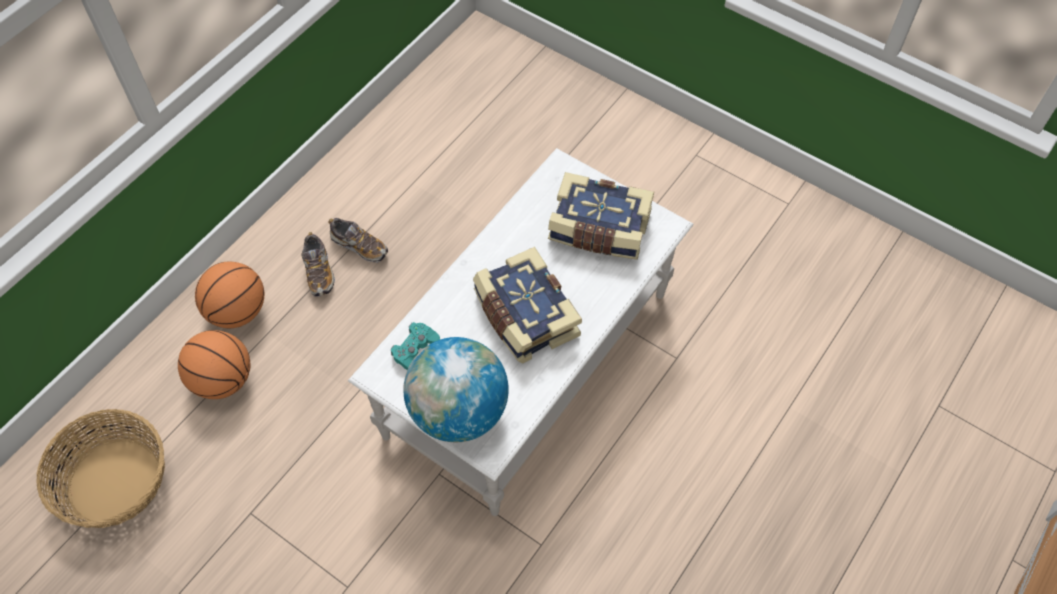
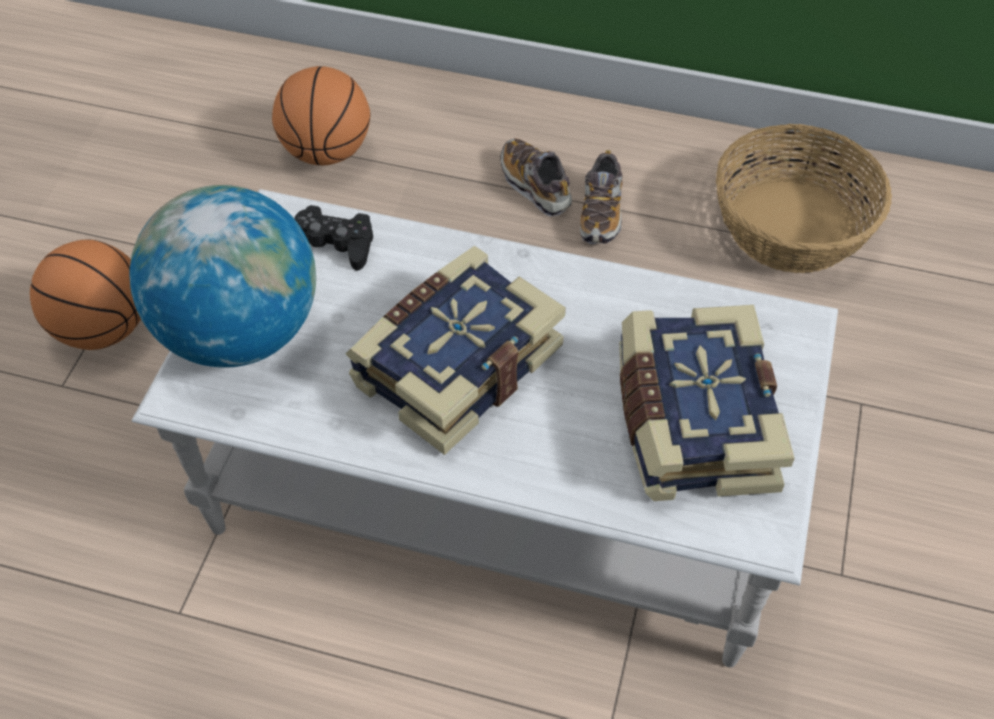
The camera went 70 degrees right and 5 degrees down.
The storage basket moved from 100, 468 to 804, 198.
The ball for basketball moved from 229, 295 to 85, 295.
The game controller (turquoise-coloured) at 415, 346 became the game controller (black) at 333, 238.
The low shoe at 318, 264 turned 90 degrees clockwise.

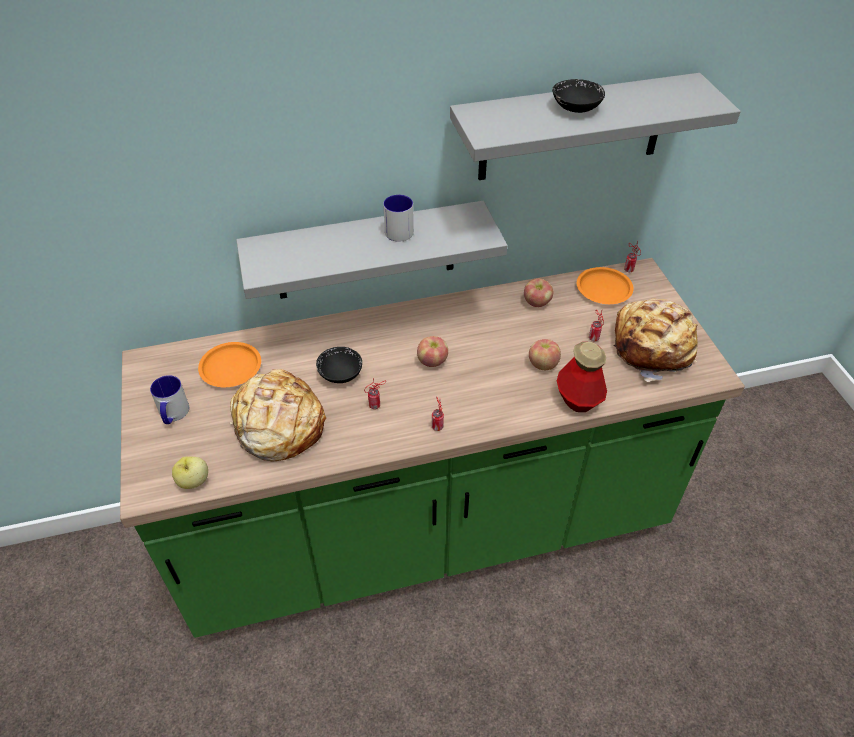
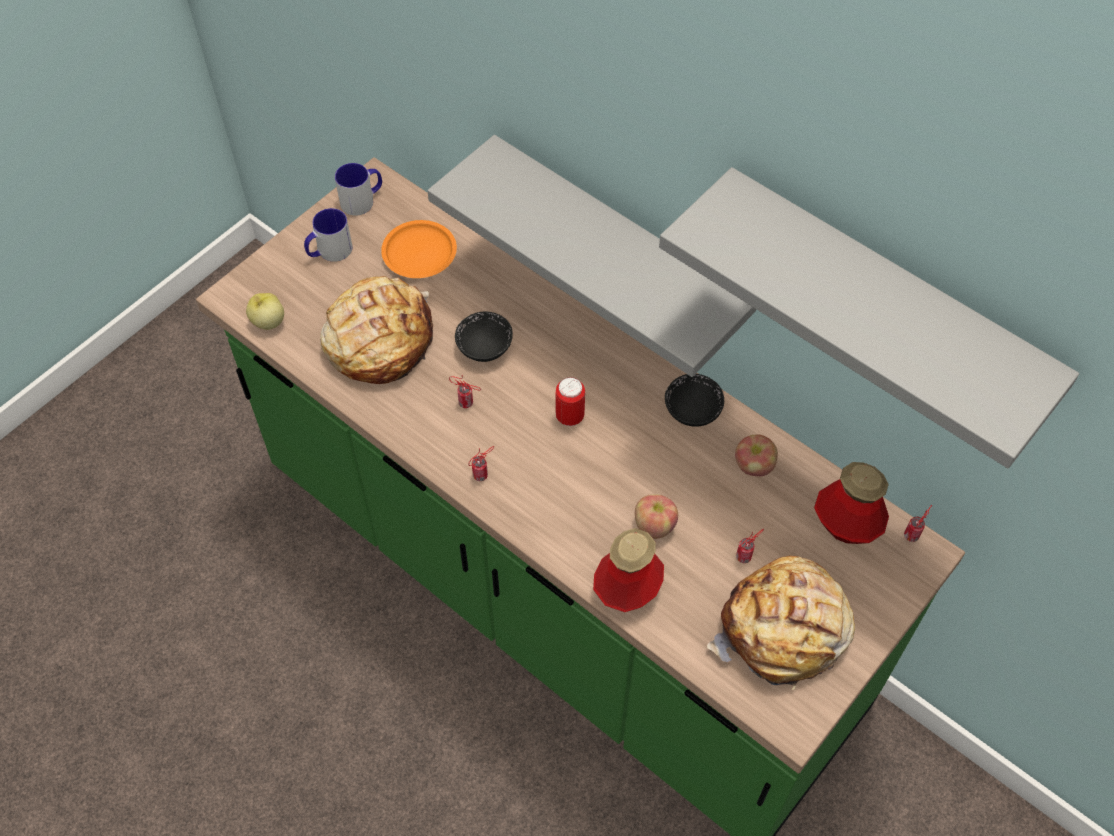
The camera went 55 degrees right and 10 degrees up.
The coffee mug moved from 398, 218 to 358, 189.
The serving bowl (black) moved from 578, 96 to 694, 400.
The apple fruit at 432, 351 was replaced by the can at 570, 401.
The plate (orangey) at 605, 285 was replaced by the drink bottle at 851, 503.

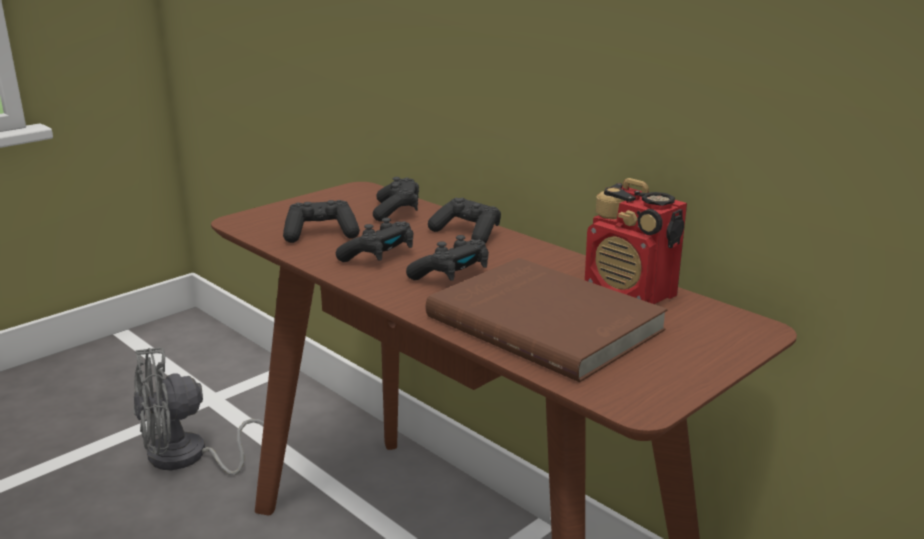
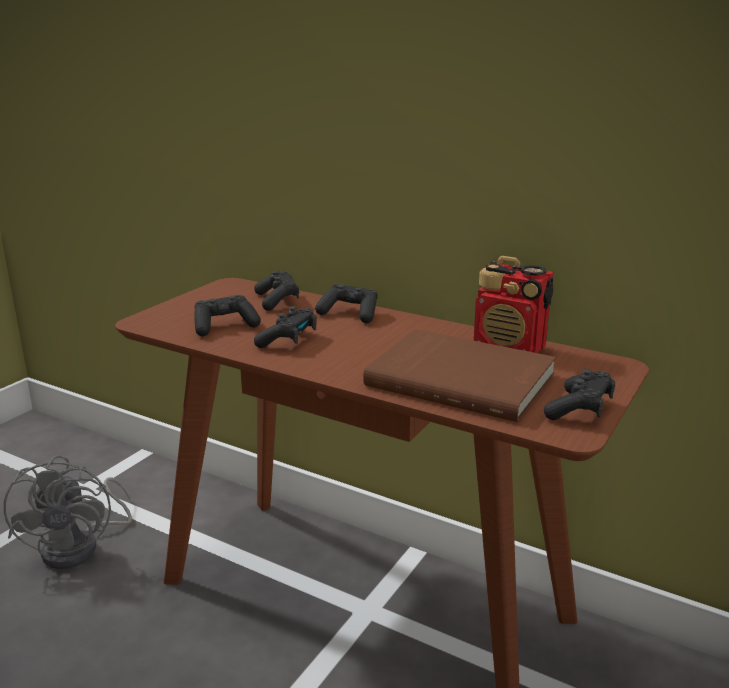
The camera went 15 degrees left and 0 degrees up.
The game controller (black) moved from 447, 258 to 579, 394.
The cooling fan (gray) at 199, 411 turned 60 degrees counterclockwise.

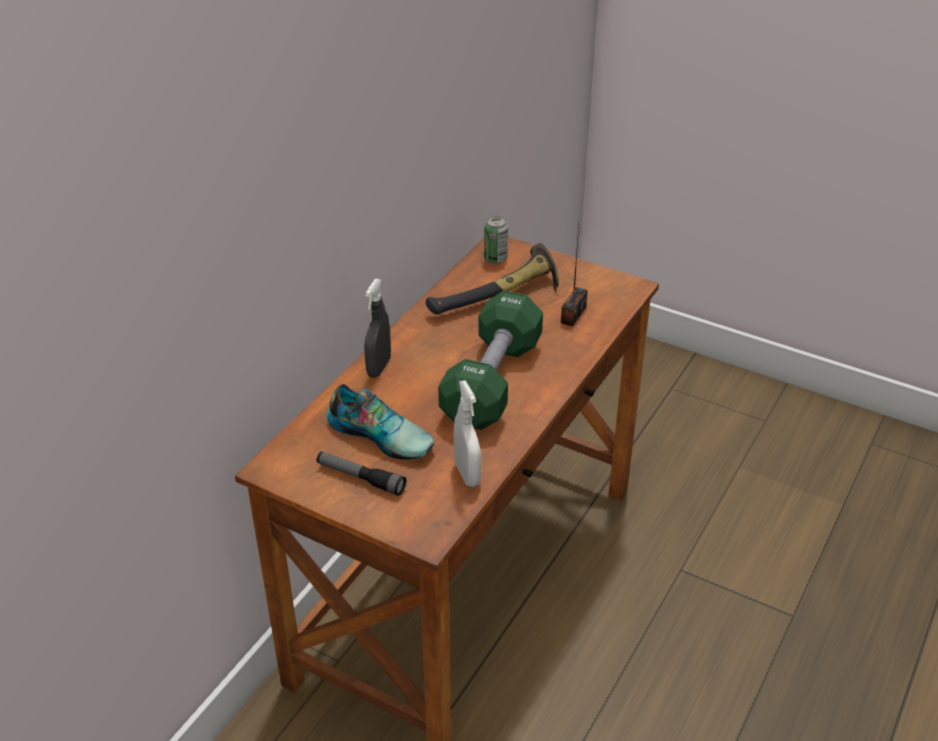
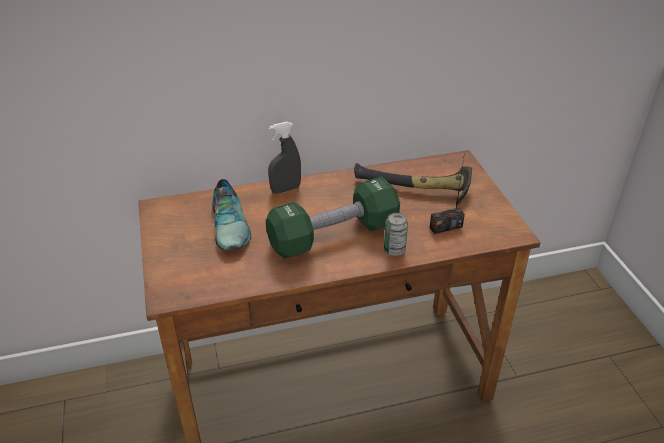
The camera went 45 degrees right and 0 degrees up.
The flashlight at 361, 474 disappeared.
The sprayer (white-coloured) at 467, 433 disappeared.
The can moved from 496, 240 to 396, 234.

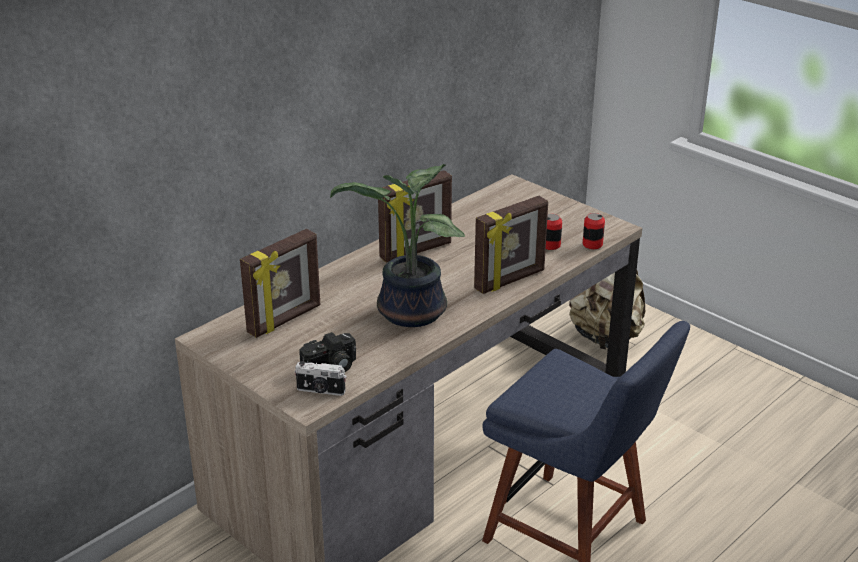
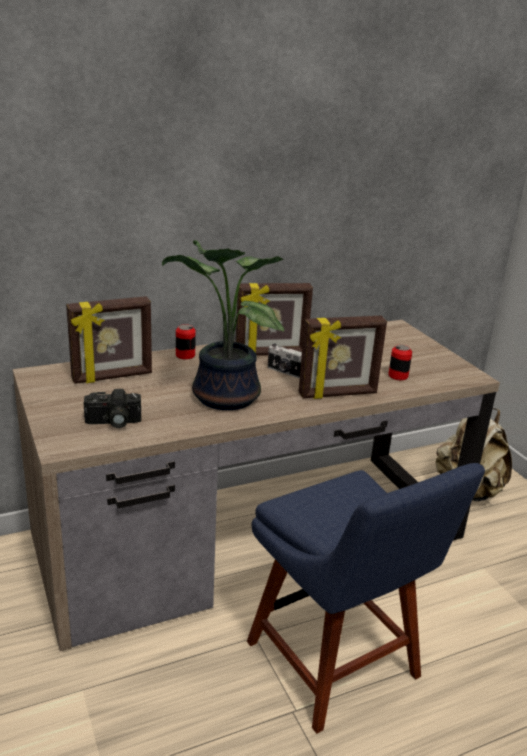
The camera went 20 degrees right and 5 degrees down.
The still camera moved from 320, 378 to 285, 361.
The can moved from 594, 231 to 186, 341.

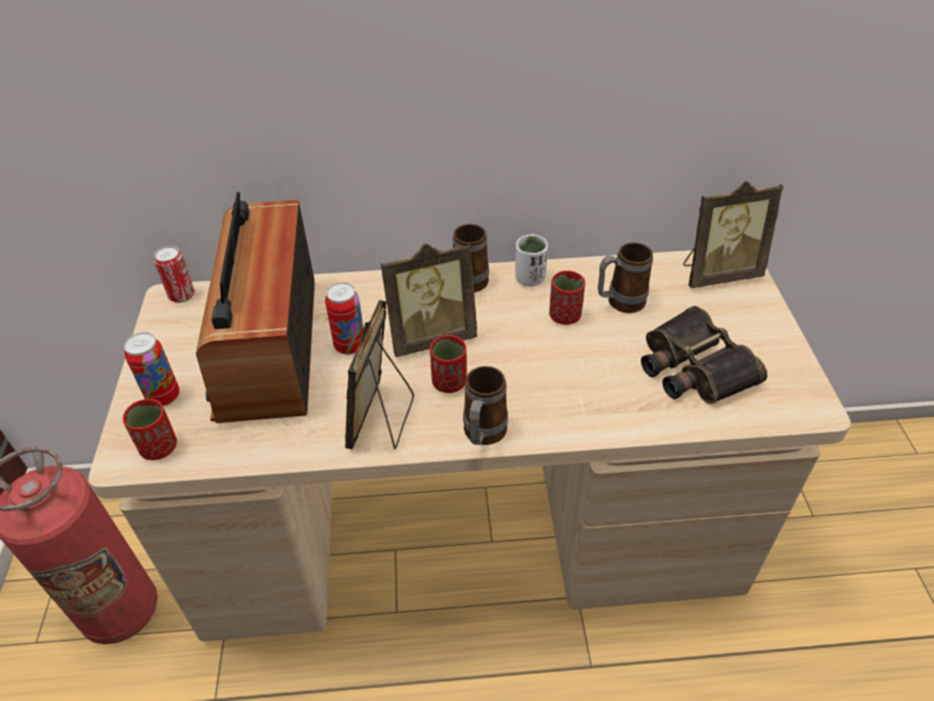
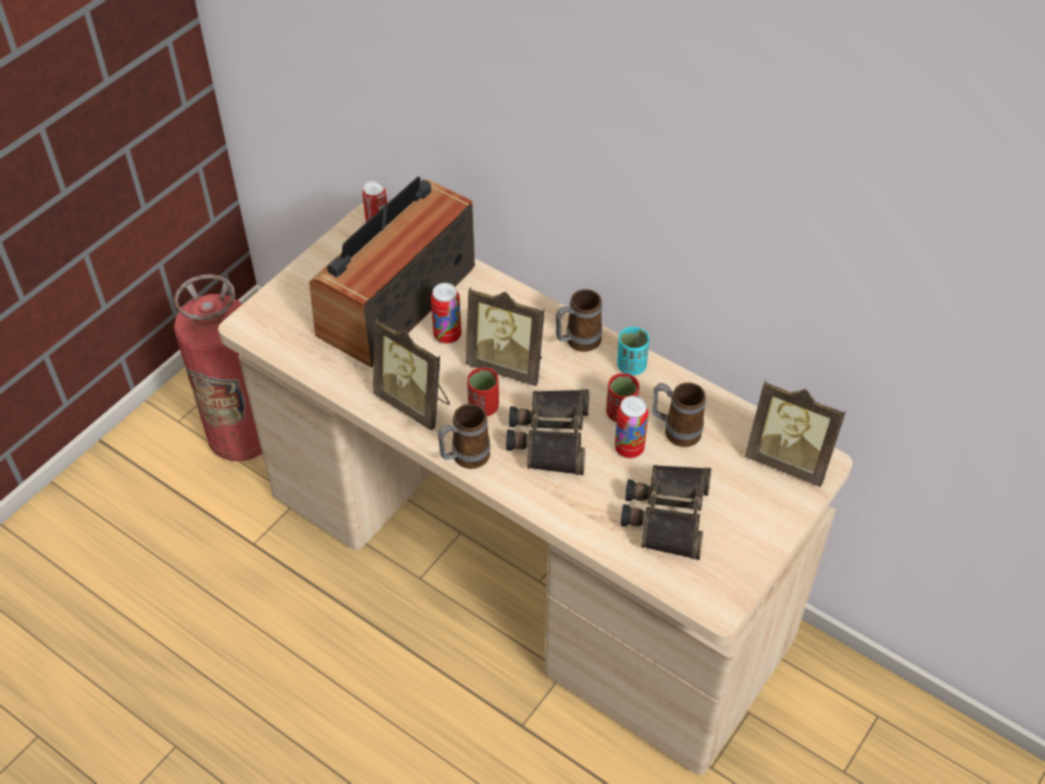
The camera went 40 degrees right and 5 degrees up.
The cup (red-coloured) at 150, 429 disappeared.
The binoculars at 547, 432 appeared.
The can moved from 152, 369 to 632, 427.
The cup (white-coloured) at 531, 260 became the cup (turquoise-coloured) at 633, 351.
The standing frame at 379, 374 turned 105 degrees counterclockwise.

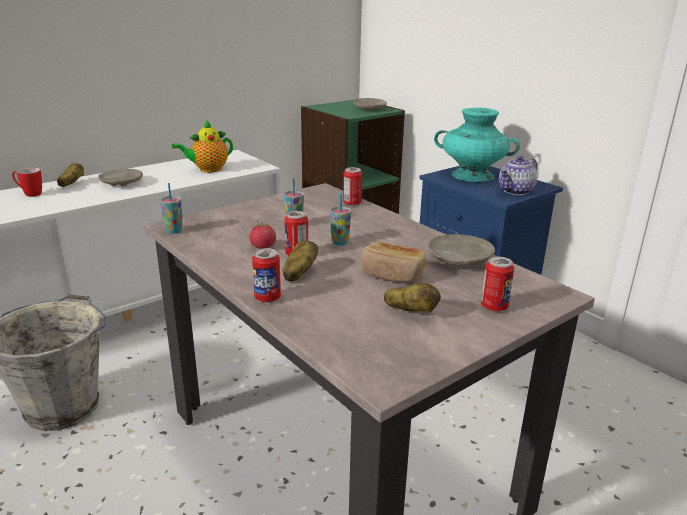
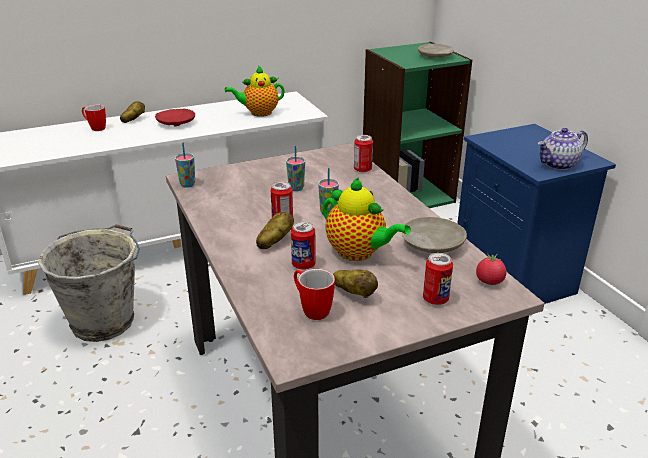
The camera went 15 degrees right and 5 degrees up.
The vase (turquoise-coloured) at 477, 145 disappeared.
The coffee mug at 314, 294 appeared.
The tomato moved from 262, 234 to 491, 268.
The can moved from 266, 275 to 303, 245.
The baked bread at 393, 262 was replaced by the teapot at 367, 219.
The plate (beige-coloured) at 120, 178 became the plate (red-coloured) at 175, 118.

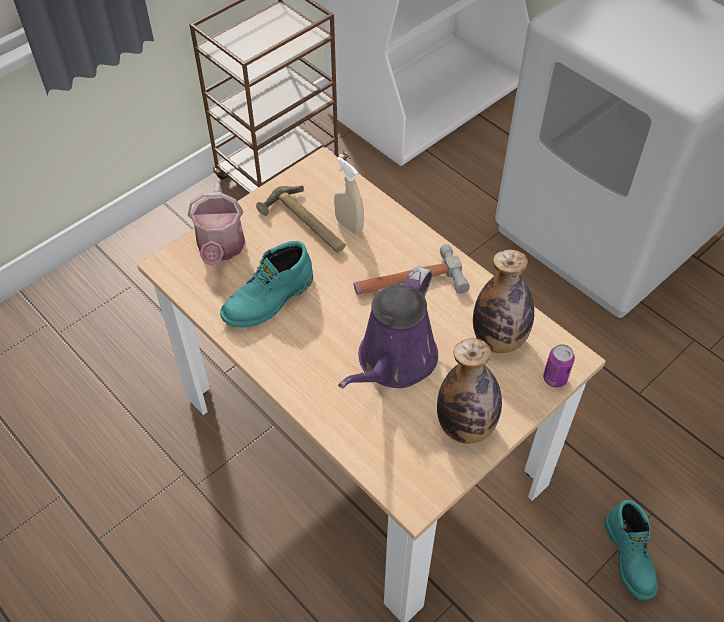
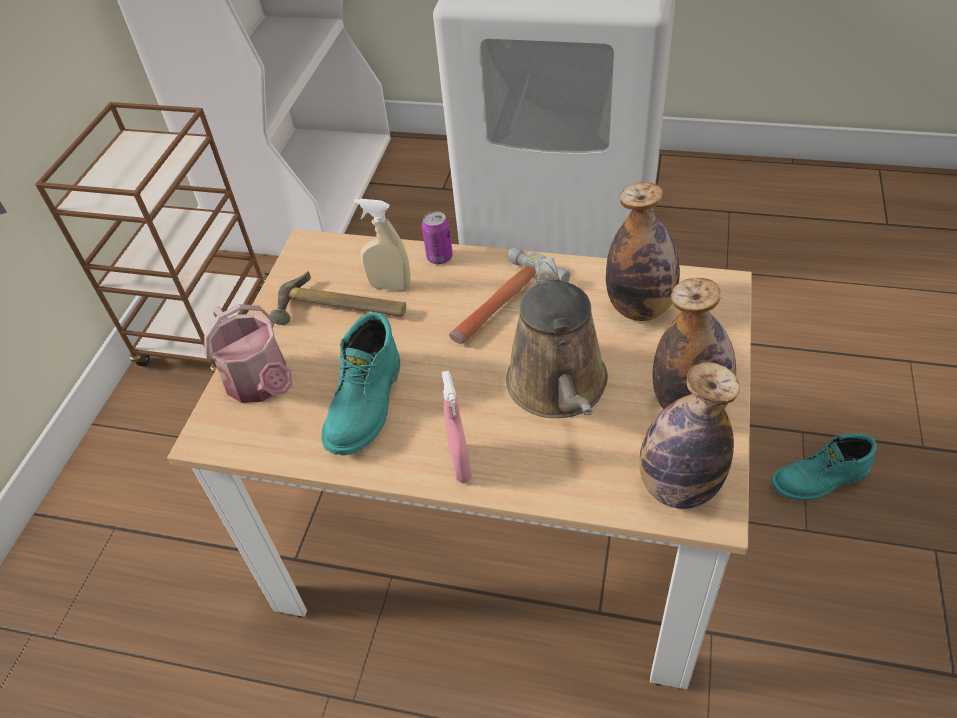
The camera went 30 degrees left and 5 degrees down.
The sprayer (pink) at 457, 427 appeared.
The drink bottle at 689, 435 appeared.
The can moved from 559, 366 to 437, 237.
The sprinkling can (purplish) at 388, 327 became the sprinkling can (brownish) at 557, 337.
The high-top boot (turquoise-coloured) at 631, 550 turned 120 degrees clockwise.

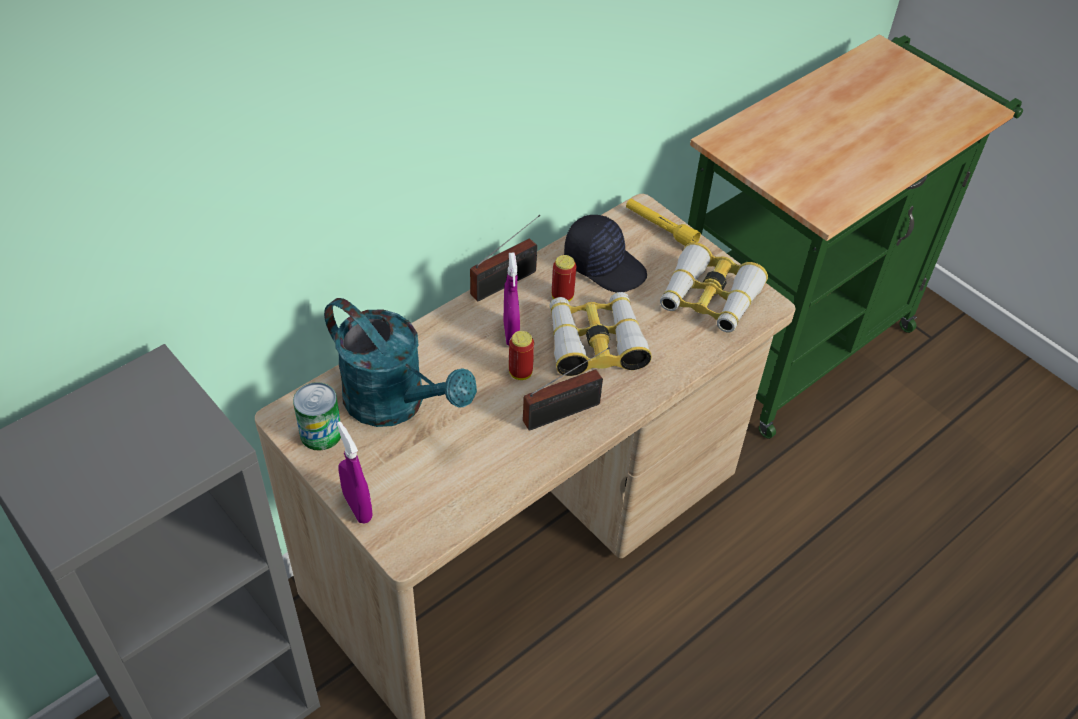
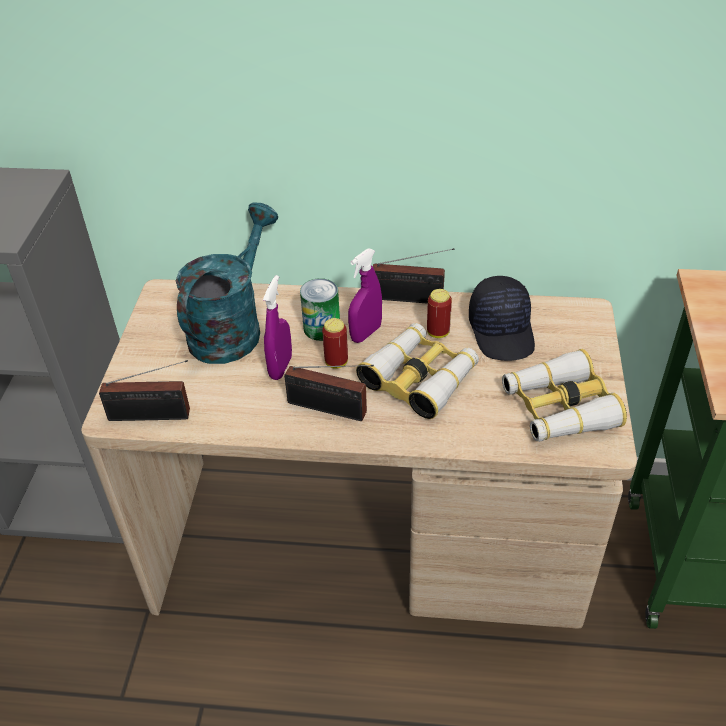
The camera went 50 degrees right and 5 degrees down.
The flashlight (yellow-coloured) at 663, 222 disappeared.
The radio receiver at 144, 390 appeared.
The can moved from 317, 416 to 320, 309.
The sprayer (purplish) moved from 354, 472 to 277, 327.
The sprinkling can (turquoise-coloured) at 400, 362 turned 150 degrees counterclockwise.

